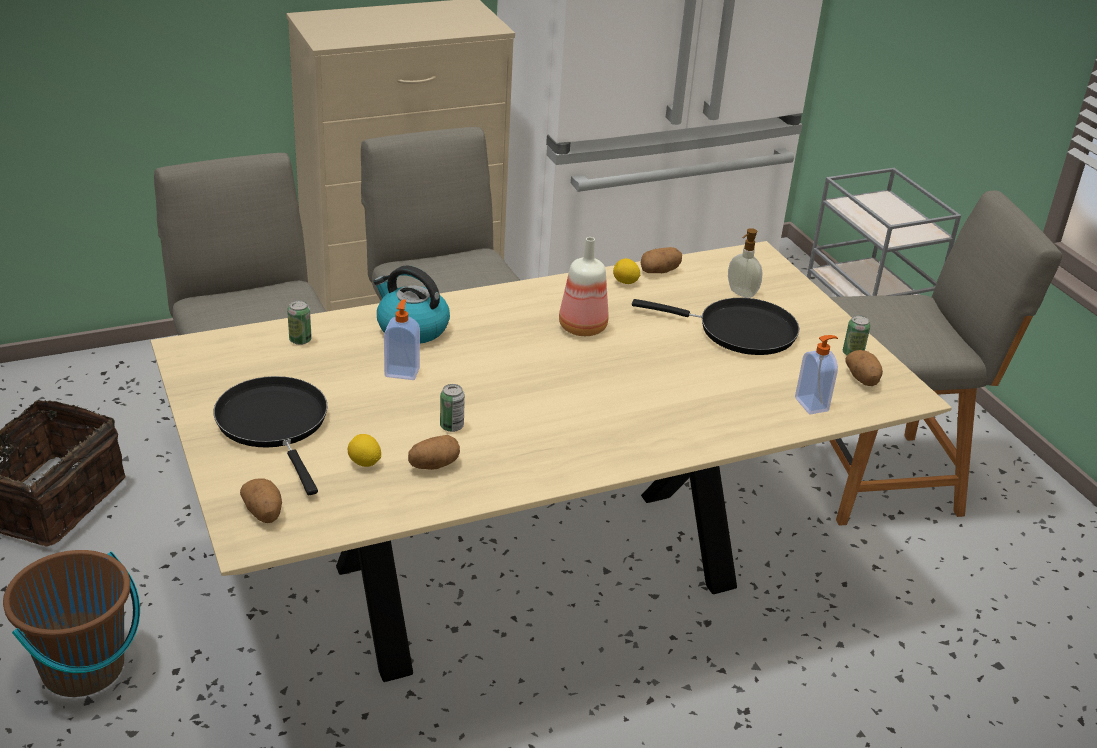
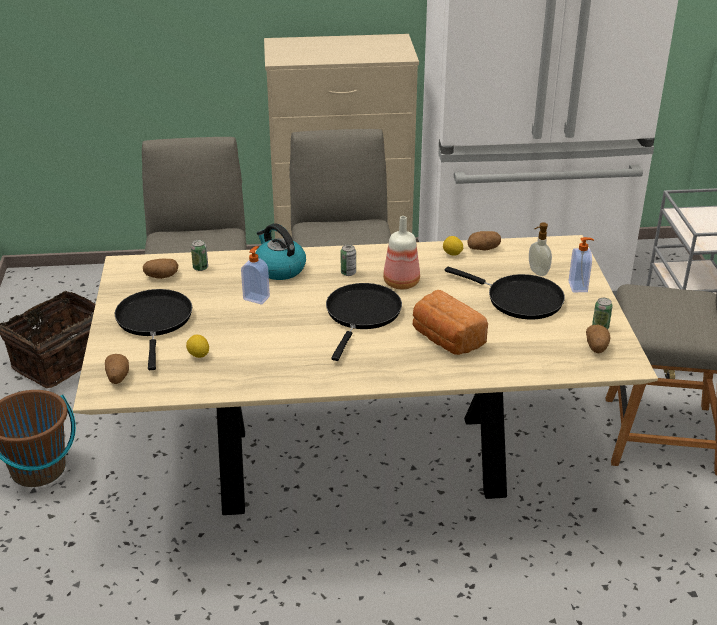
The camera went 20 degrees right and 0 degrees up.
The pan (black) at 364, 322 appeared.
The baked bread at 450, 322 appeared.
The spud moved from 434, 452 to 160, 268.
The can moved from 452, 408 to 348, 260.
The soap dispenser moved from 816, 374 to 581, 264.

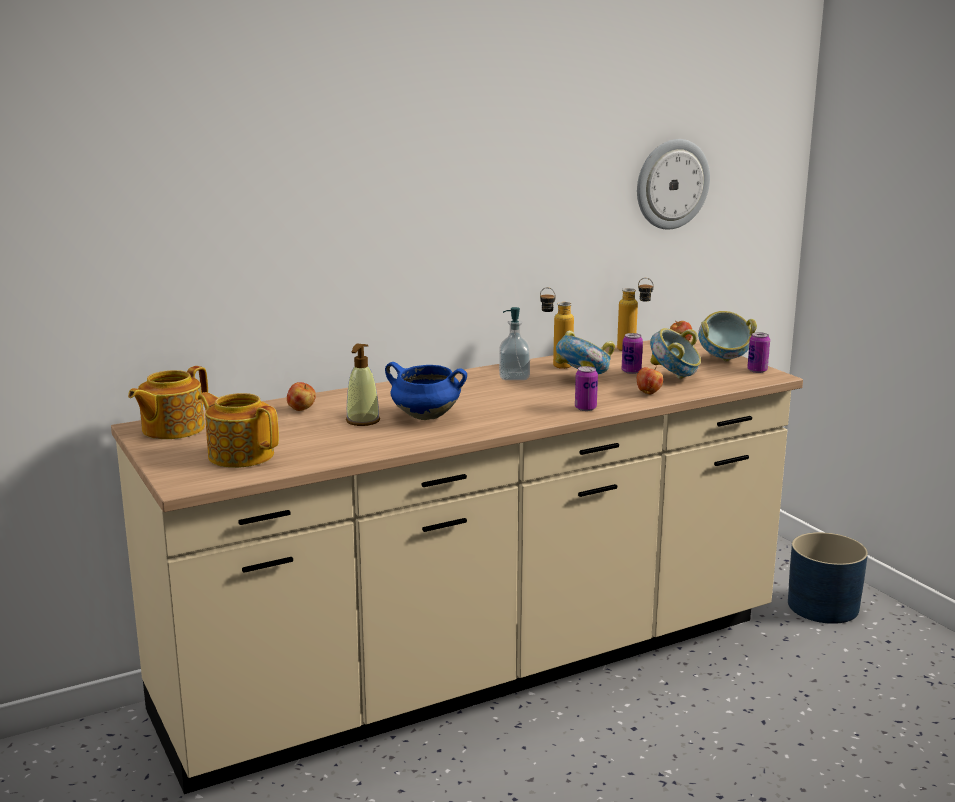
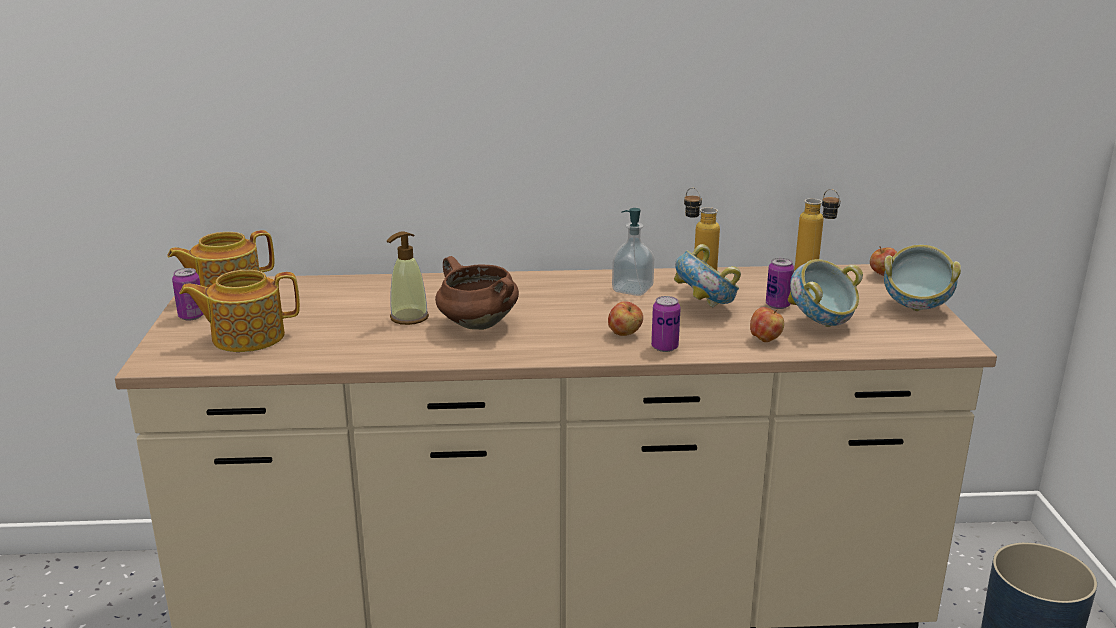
The camera went 25 degrees right and 5 degrees up.
The clock on the wall at 673, 184 disappeared.
The apple fruit moved from 301, 396 to 625, 318.
The can moved from 758, 352 to 187, 294.
The saucepot (bluish) at 426, 391 became the saucepot (brownish) at 477, 293.
The teapot at 238, 430 turned 75 degrees counterclockwise.

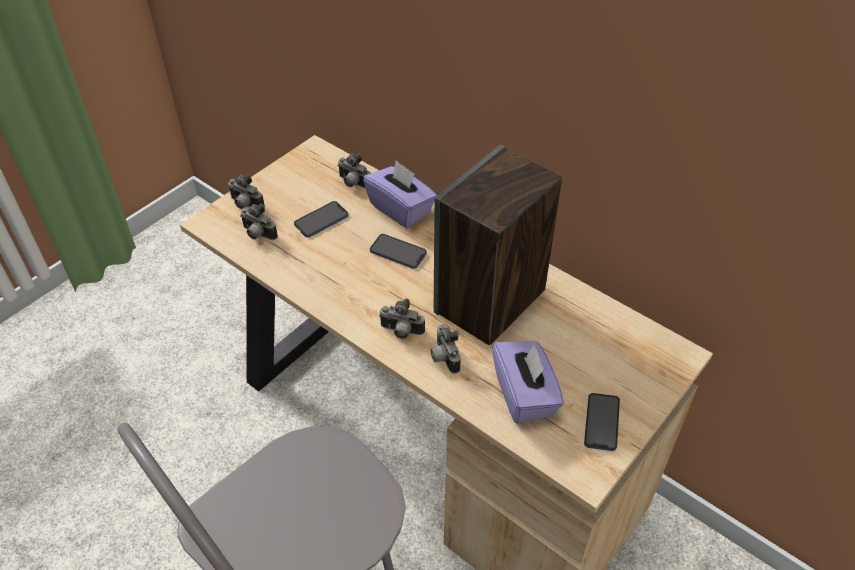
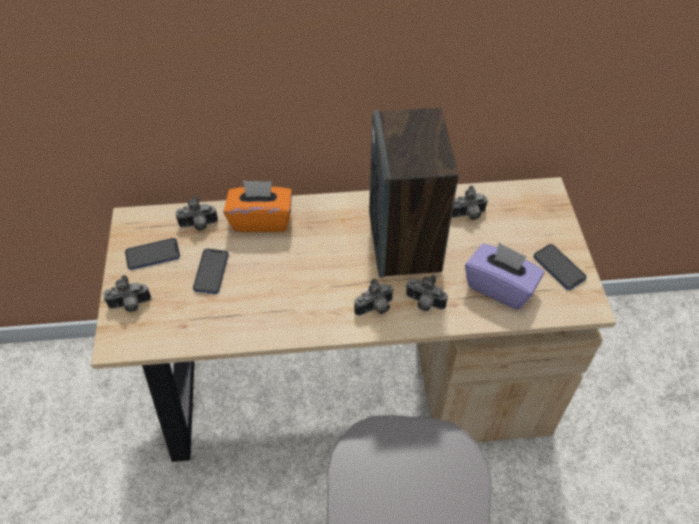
The camera went 45 degrees left and 5 degrees up.
The still camera moved from 259, 221 to 469, 203.
The telephone moved from 398, 251 to 152, 254.
The box of tissues (purplish) at 400, 194 became the box of tissues (orangey) at 258, 206.

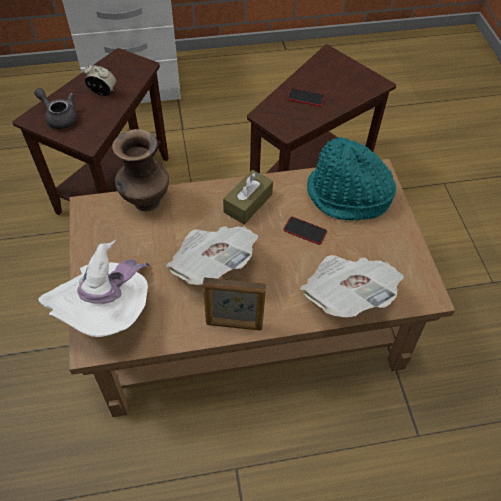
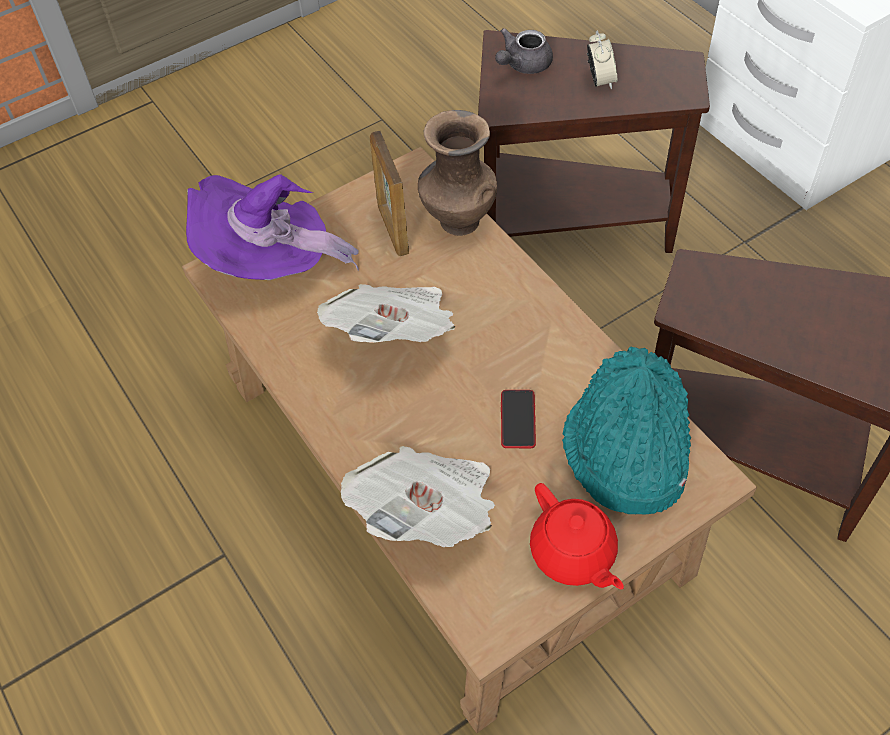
The camera went 70 degrees right and 0 degrees up.
The box of tissues (brownish) at 248, 197 disappeared.
The telephone at 306, 97 disappeared.
The teapot (red-coloured) at 577, 536 appeared.
The standing frame moved from 234, 303 to 389, 193.
The hat (white-coloured) at 94, 288 became the hat (purplish) at 272, 227.
The teapot (gray) at 56, 108 turned 150 degrees counterclockwise.

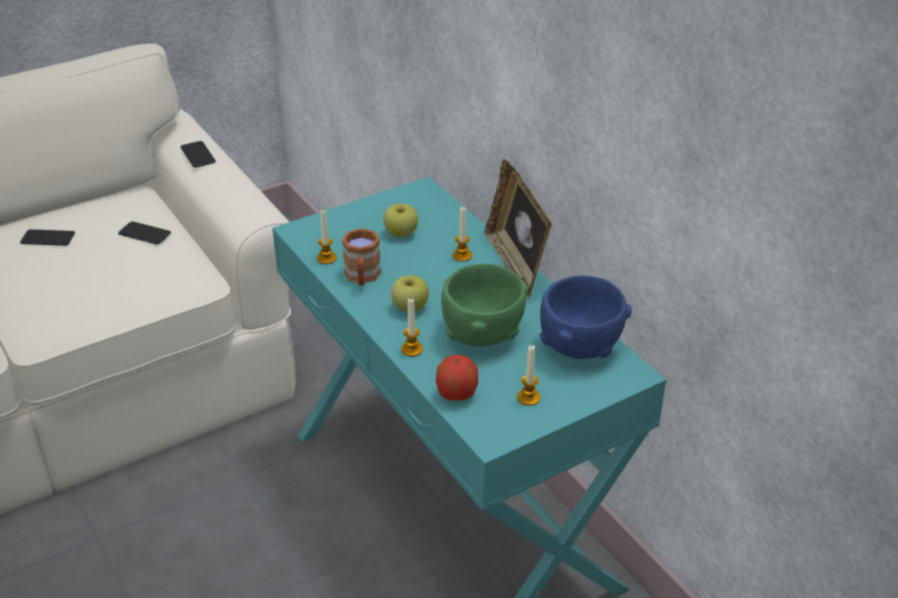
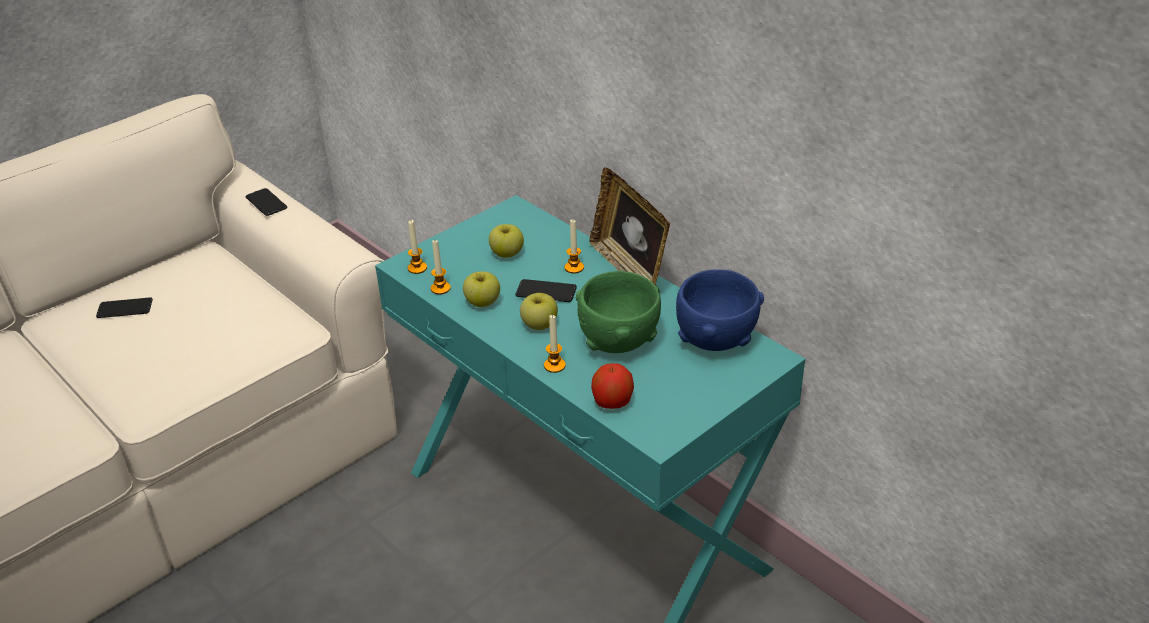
The camera went 10 degrees left and 0 degrees up.
The telephone moved from 144, 233 to 546, 290.
The candle moved from 528, 375 to 417, 247.
The coffee mug (brownish) at 361, 257 was replaced by the apple fruit at 481, 289.

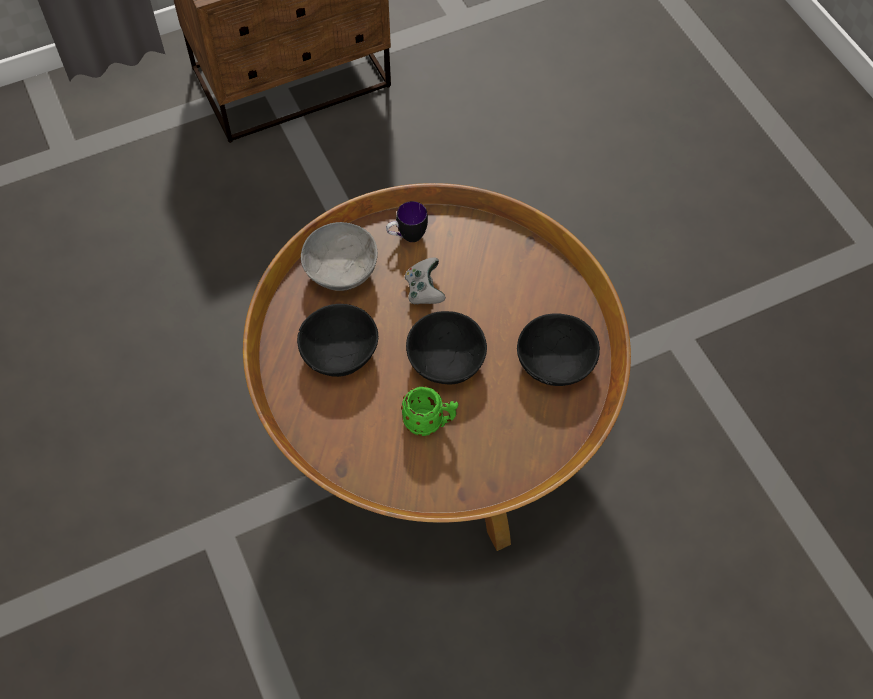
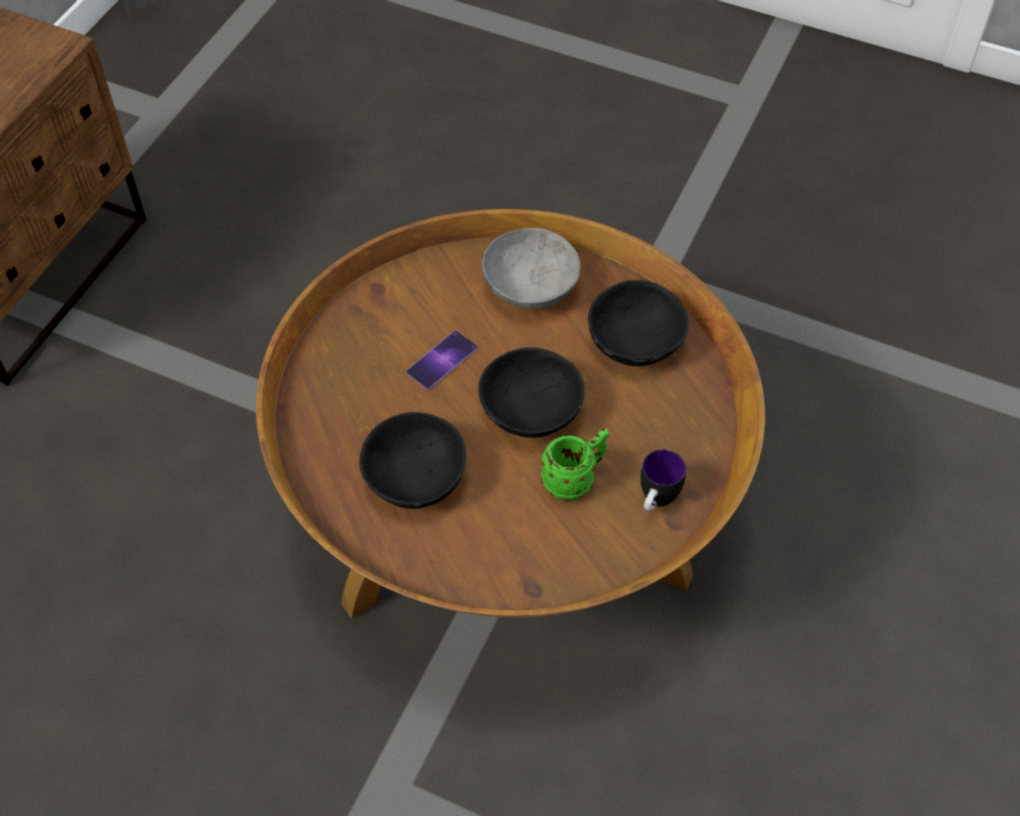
The camera went 40 degrees left and 5 degrees down.
The serving bowl (gray) moved from 339, 256 to 531, 268.
The coffee mug moved from 407, 221 to 663, 480.
The game controller (gray) at 425, 281 was replaced by the telephone at 441, 360.

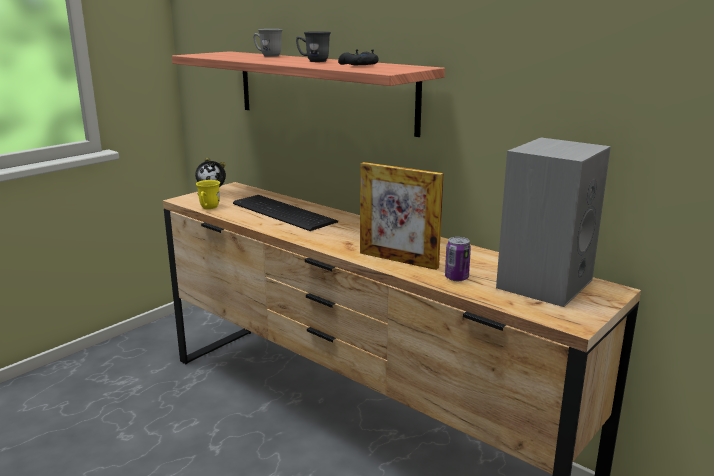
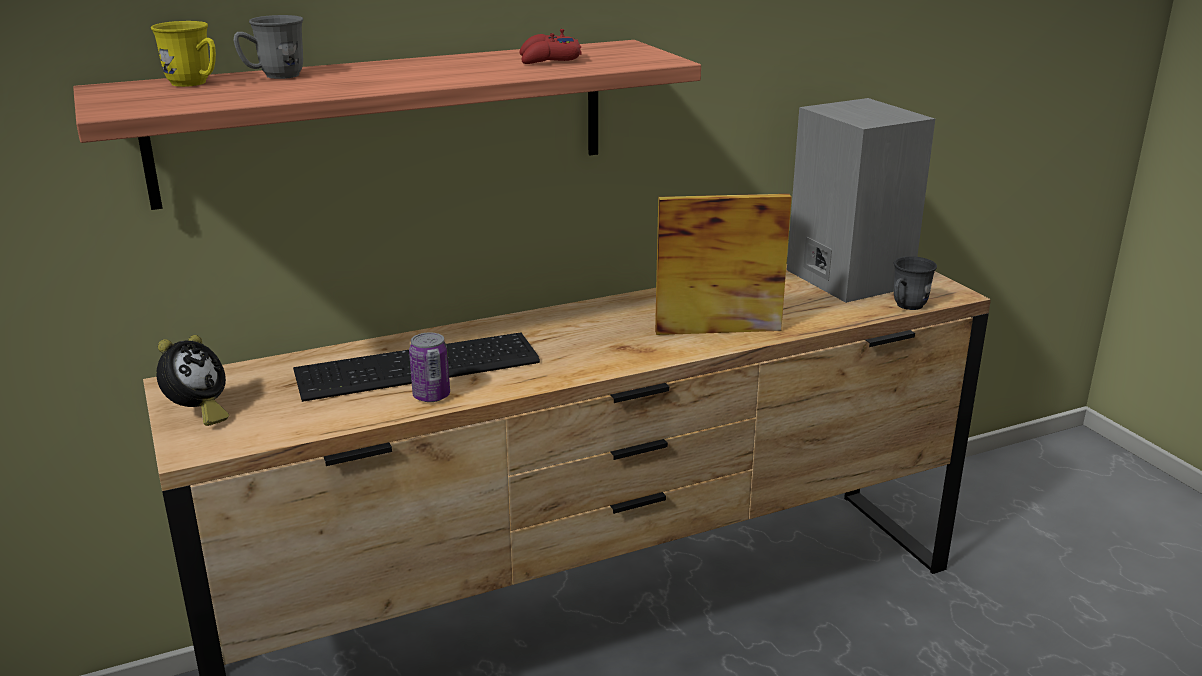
The camera went 65 degrees left and 5 degrees up.
The coffee mug (yellow-coloured) moved from 208, 194 to 183, 54.
The coffee mug (gray) moved from 313, 46 to 915, 283.
The can moved from 458, 259 to 429, 367.
The game controller (black) at 358, 57 became the game controller (red-coloured) at 551, 46.
The standing frame at 401, 216 turned 150 degrees counterclockwise.

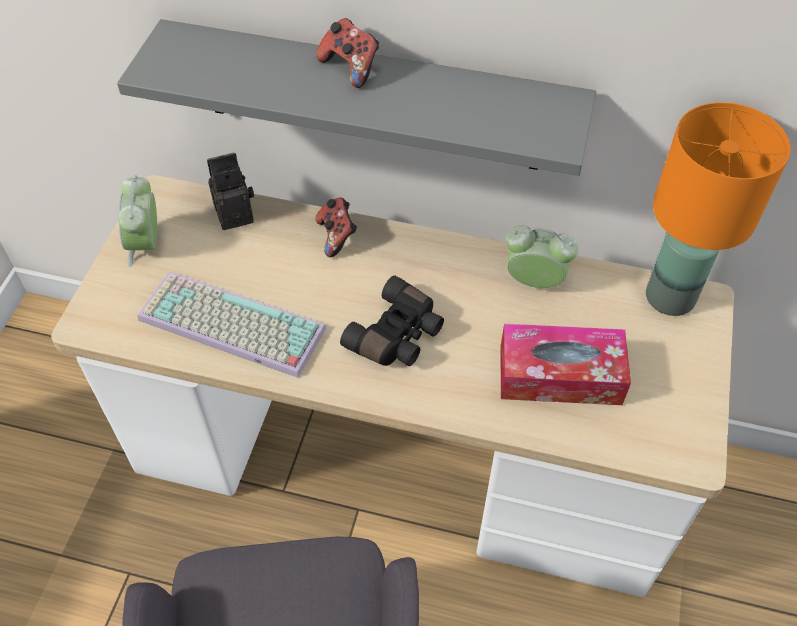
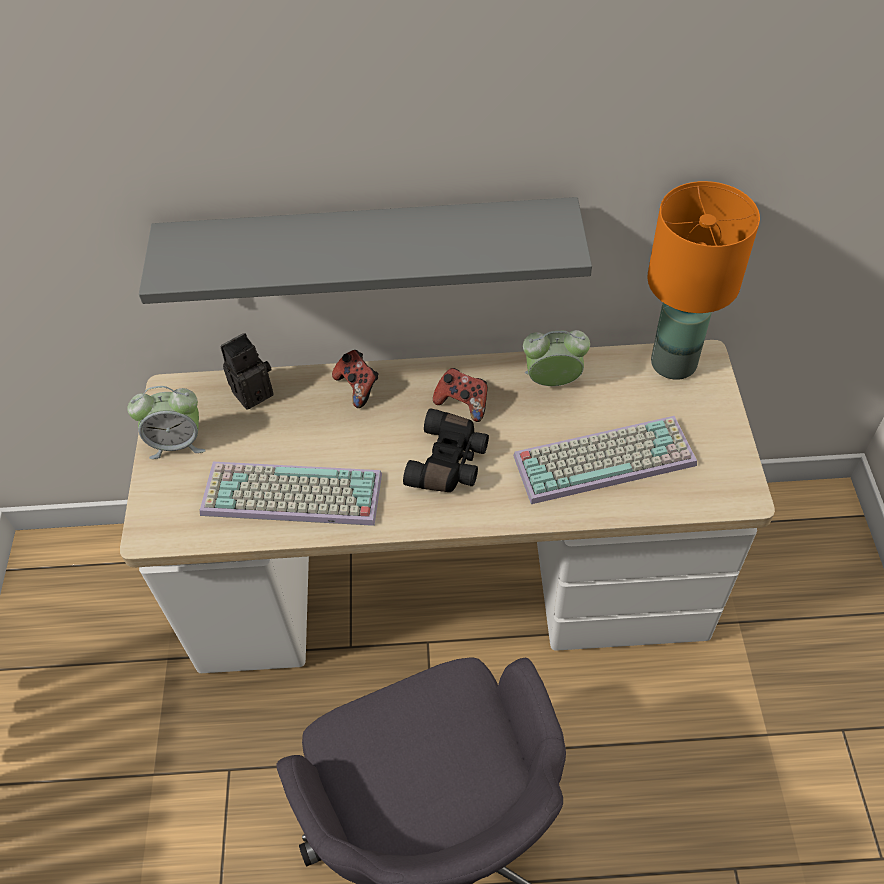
The camera went 15 degrees left and 0 degrees up.
The game controller moved from 347, 53 to 460, 395.
The box of tissues at 565, 364 was replaced by the keyboard at 605, 460.
The alarm clock at 137, 221 turned 75 degrees counterclockwise.

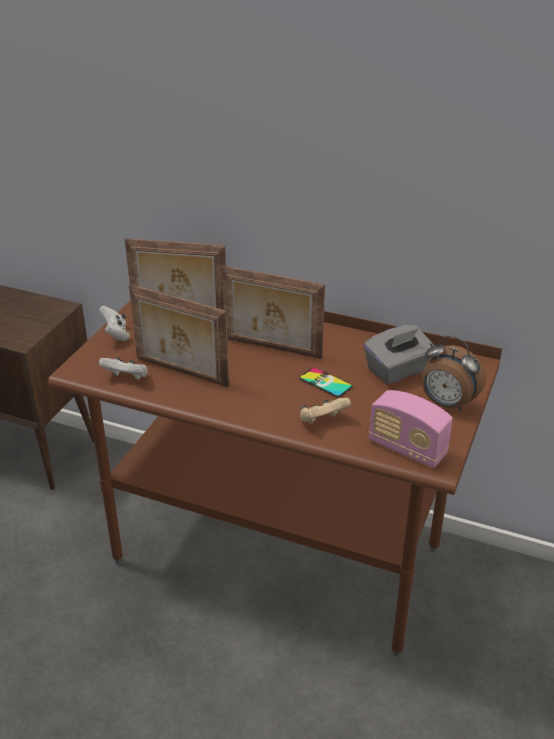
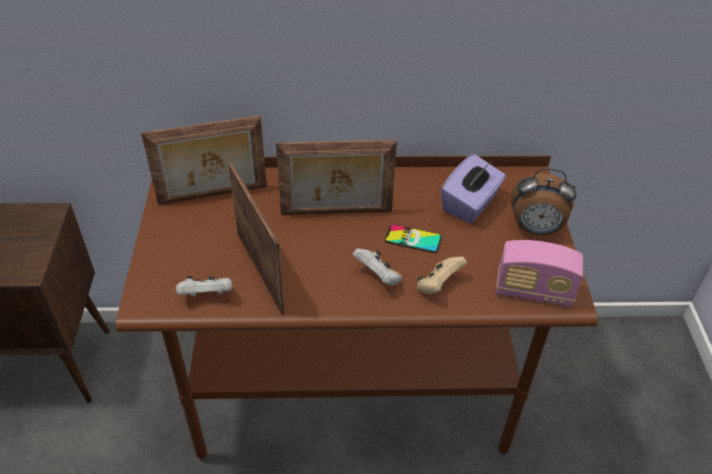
The camera went 25 degrees left and 10 degrees up.
The game controller (white-coloured) moved from 114, 323 to 377, 267.
The box of tissues (gray) at 399, 354 became the box of tissues (purplish) at 473, 188.
The standing frame at 179, 335 turned 120 degrees counterclockwise.

